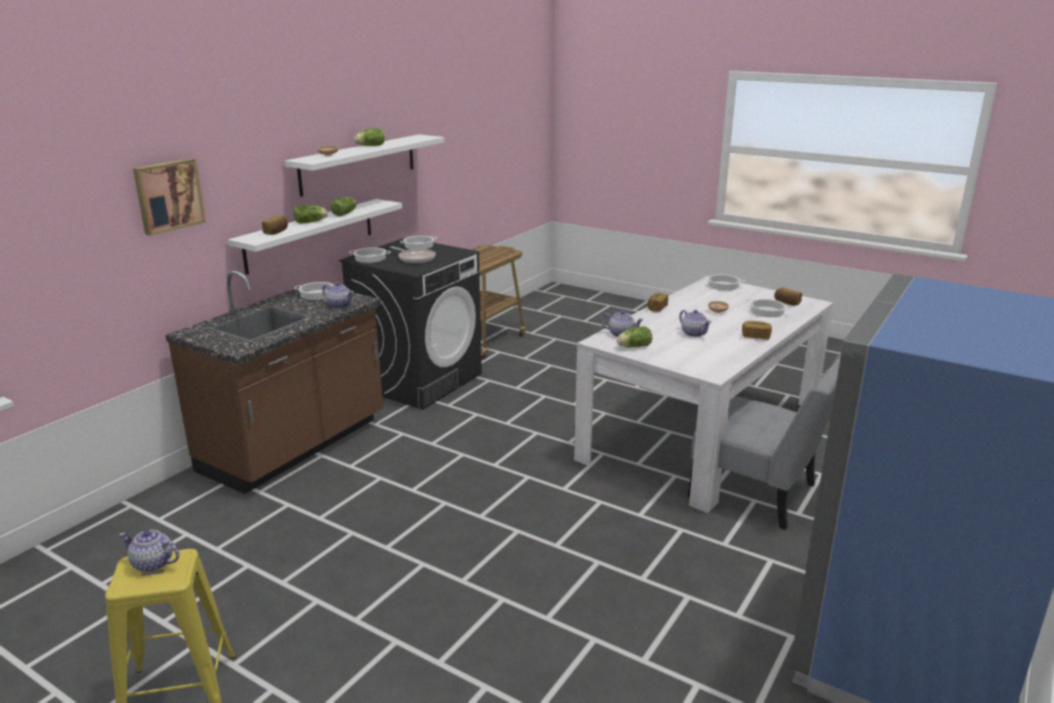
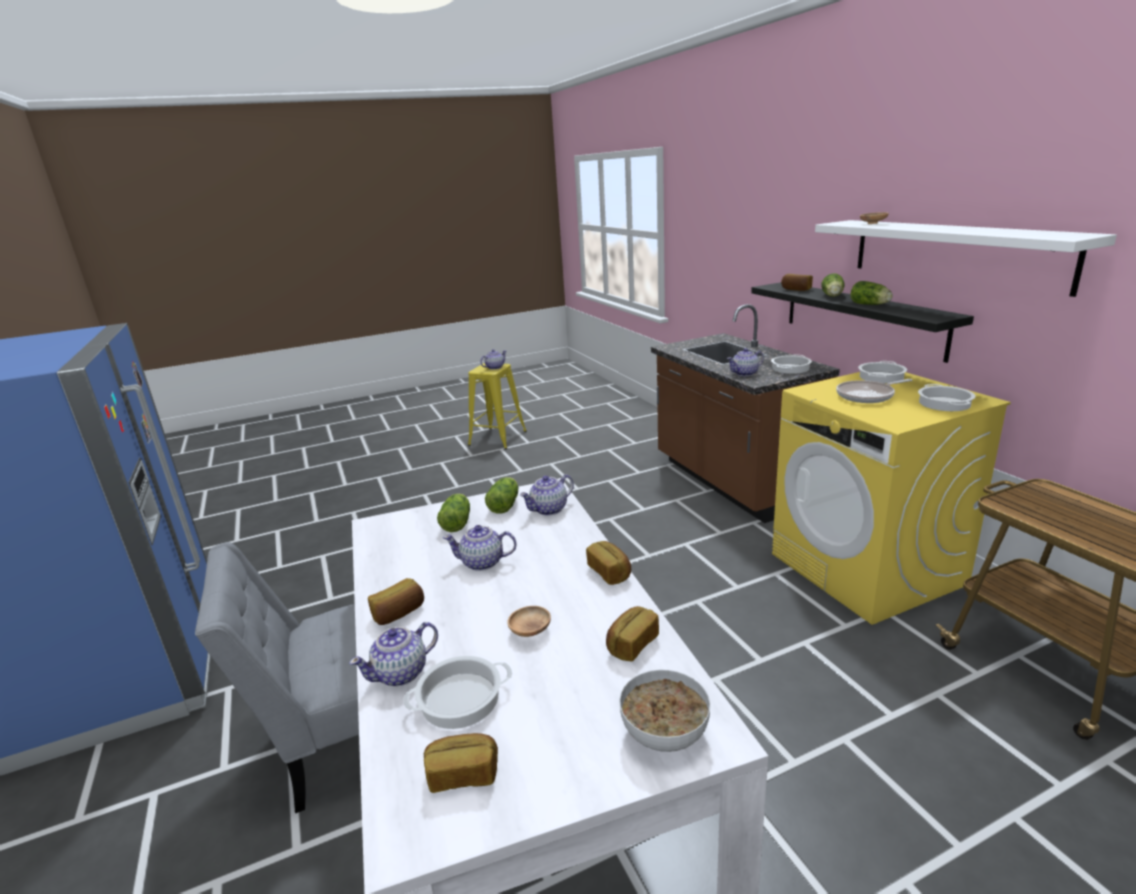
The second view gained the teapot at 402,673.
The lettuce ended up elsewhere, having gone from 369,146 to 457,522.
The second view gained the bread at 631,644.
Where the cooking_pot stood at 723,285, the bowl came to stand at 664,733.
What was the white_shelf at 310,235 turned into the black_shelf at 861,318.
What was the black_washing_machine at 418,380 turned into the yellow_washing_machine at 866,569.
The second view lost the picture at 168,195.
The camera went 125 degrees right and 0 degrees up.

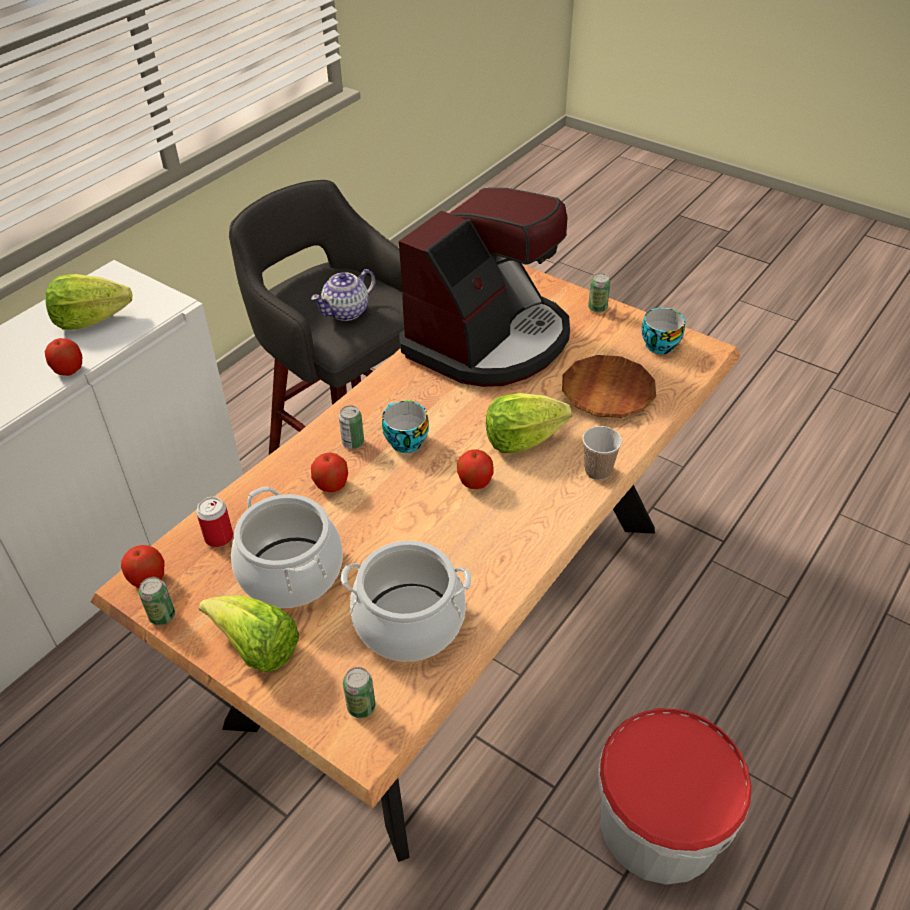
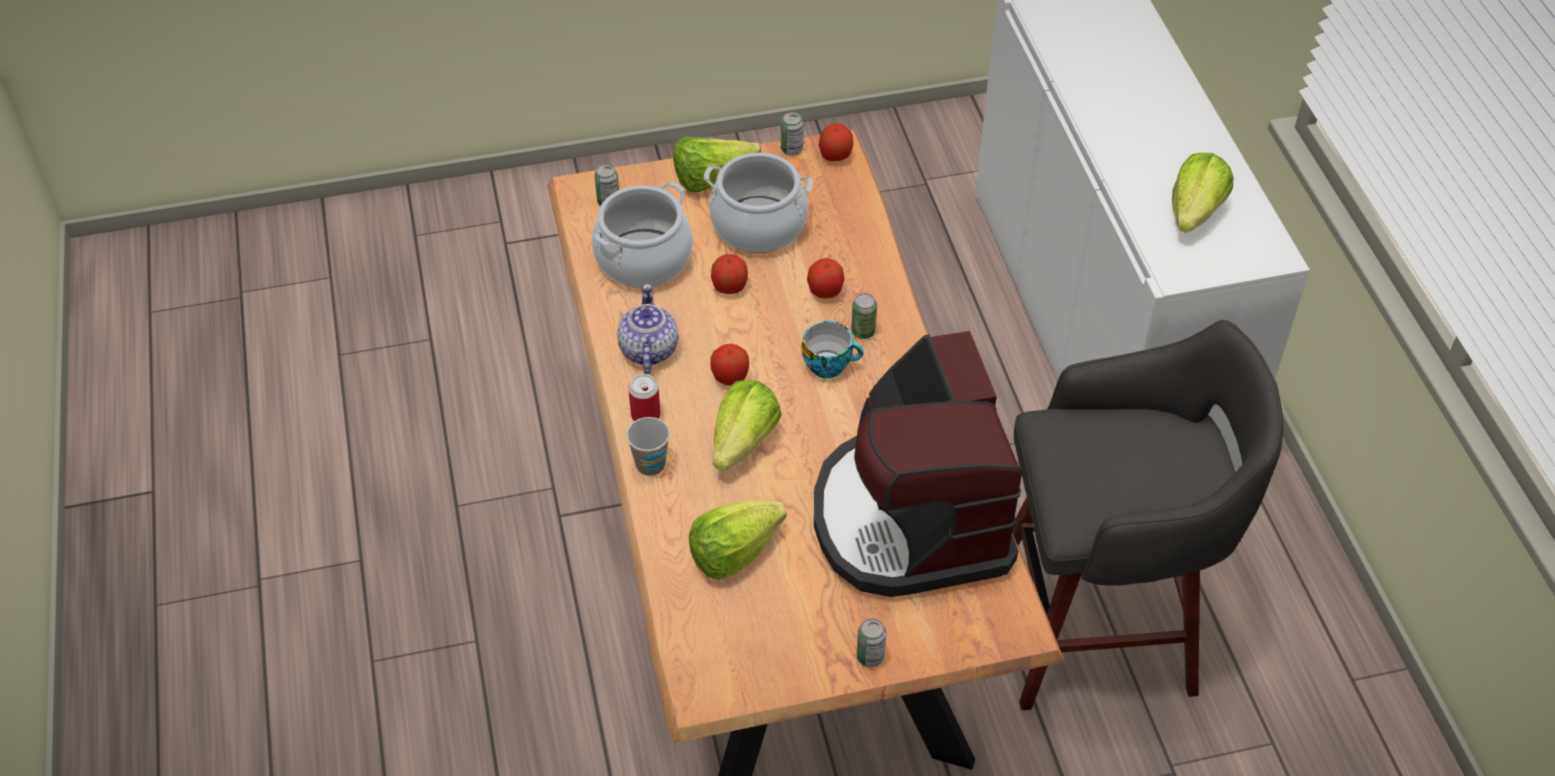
The teapot ended up elsewhere, having gone from 347,311 to 648,351.
The can ended up elsewhere, having gone from 219,537 to 645,415.
Where the brown_plate stood at 607,392, the lettuce came to stand at 734,553.
The apple ended up elsewhere, having gone from 69,370 to 729,287.
The second view lost the bucket at 659,823.
The second view lost the cup at 658,344.
The camera went 130 degrees right and 5 degrees up.

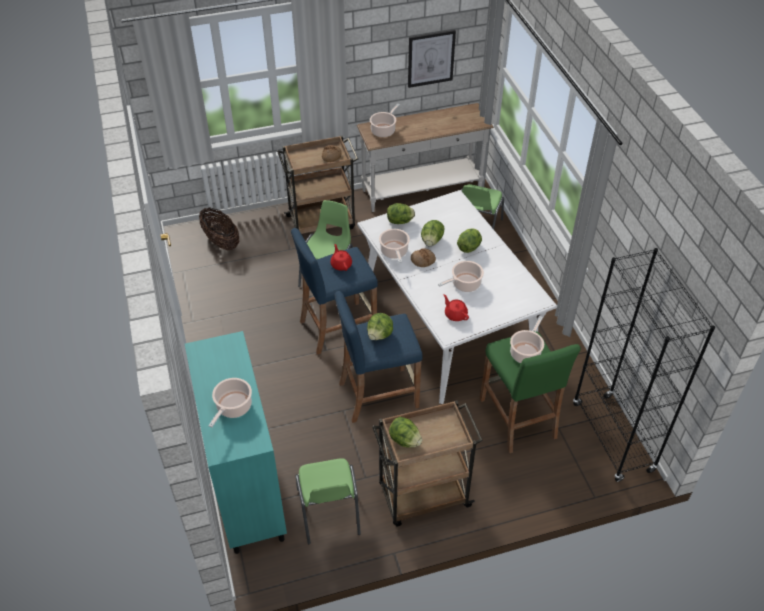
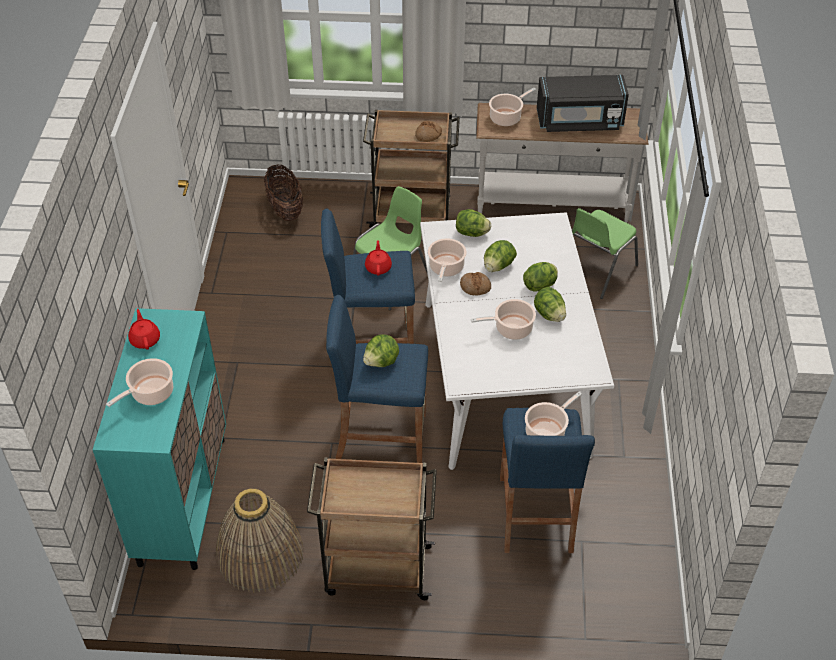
The red_teapot ended up elsewhere, having gone from 455,314 to 145,339.
Where the green_chair stood at 328,512, the basket came to stand at 260,554.
What was the green_stool at 517,418 turned into the blue_stool at 535,514.
The lettuce ended up elsewhere, having gone from 405,440 to 549,314.
The second view gained the black_microwave at 579,121.
The second view lost the picture at 431,58.
The second view lost the black_bookcase at 612,437.
The camera went 20 degrees right and 0 degrees up.

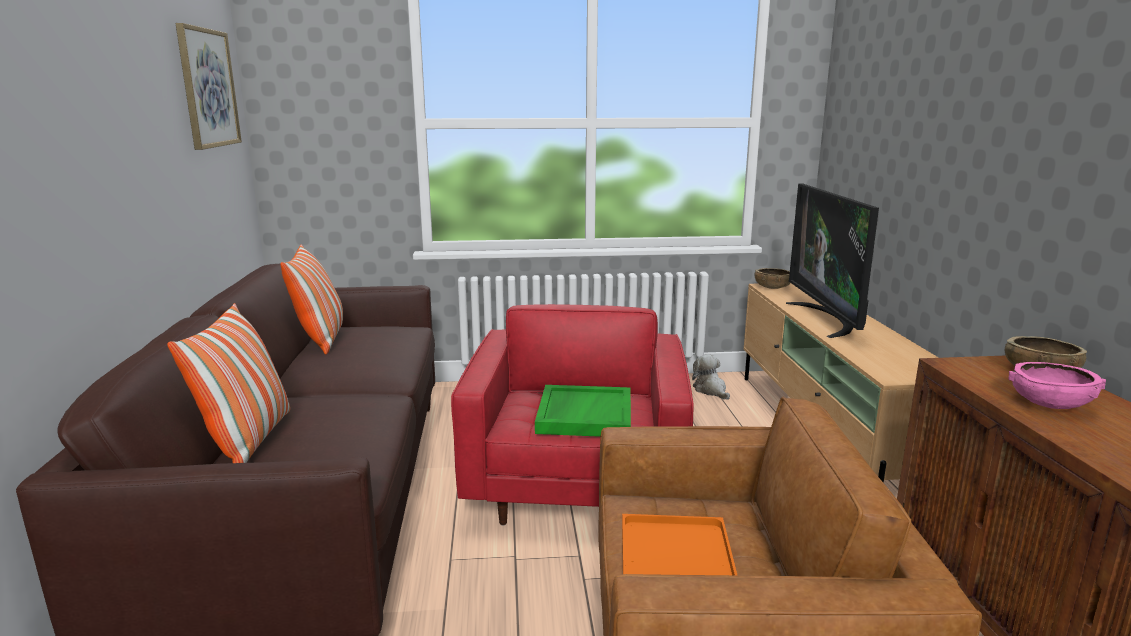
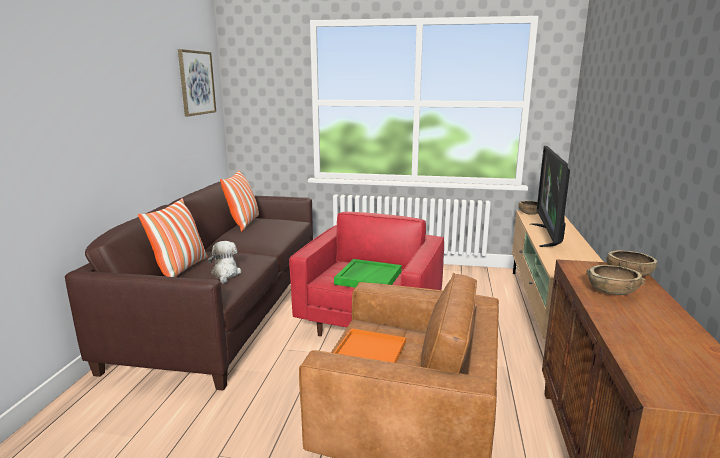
The plush_toy ended up elsewhere, having gone from 711,390 to 225,274.
What was the pink_bowl at 1050,404 turned into the brown_bowl at 612,292.
The camera went 15 degrees right and 0 degrees up.

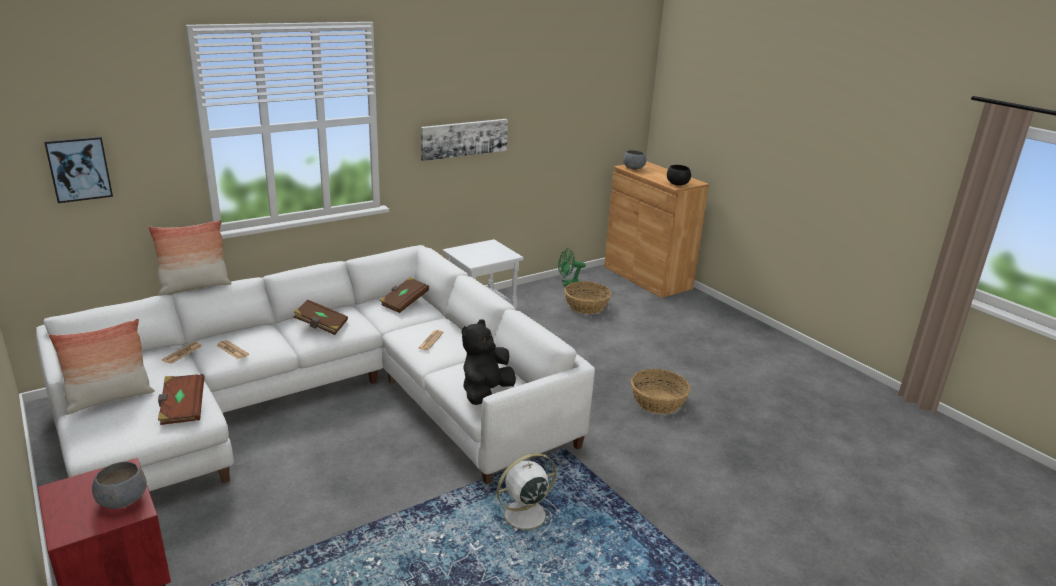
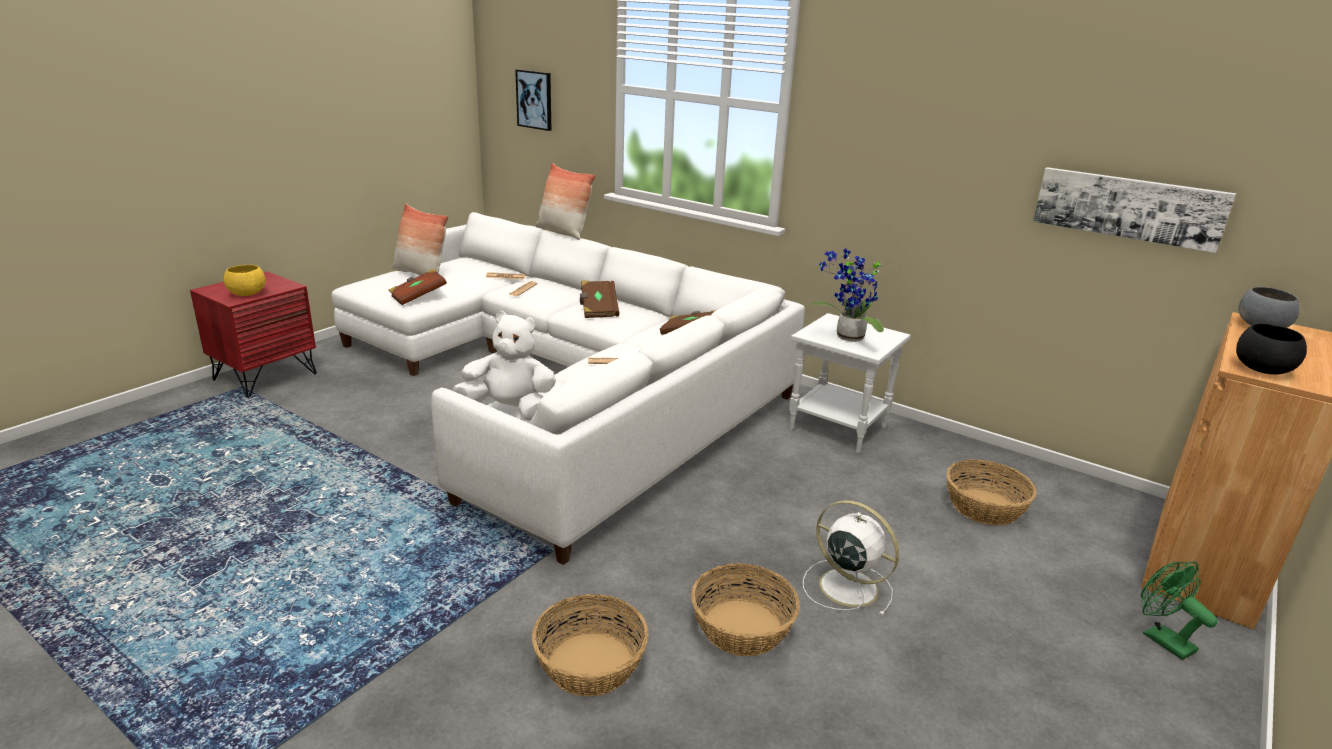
What was the grey_bowl at 122,500 turned into the yellow_bowl at 247,293.
What was the black_plush_toy at 485,393 turned into the white_plush_toy at 510,411.
The second view gained the basket at 590,664.
The white_fan ended up elsewhere, having gone from 523,516 to 845,586.
The second view gained the potted_plant at 846,338.
The picture ended up elsewhere, having gone from 464,138 to 1128,207.
The green_fan ended up elsewhere, having gone from 568,284 to 1161,638.
The camera went 70 degrees right and 0 degrees up.

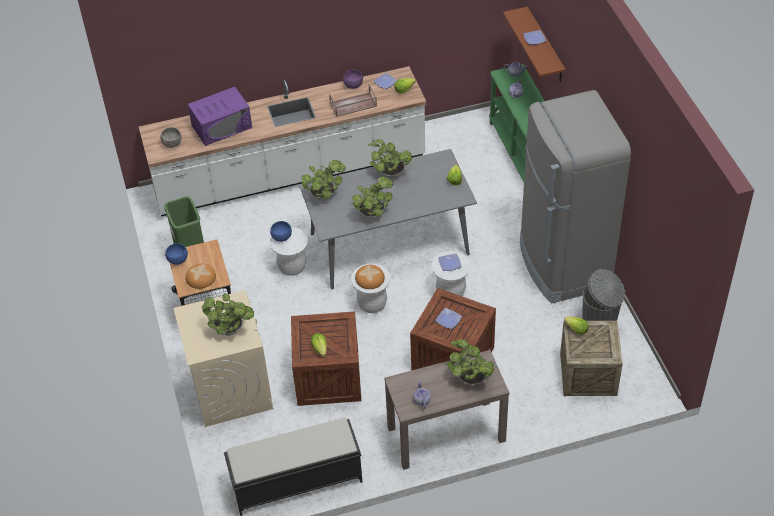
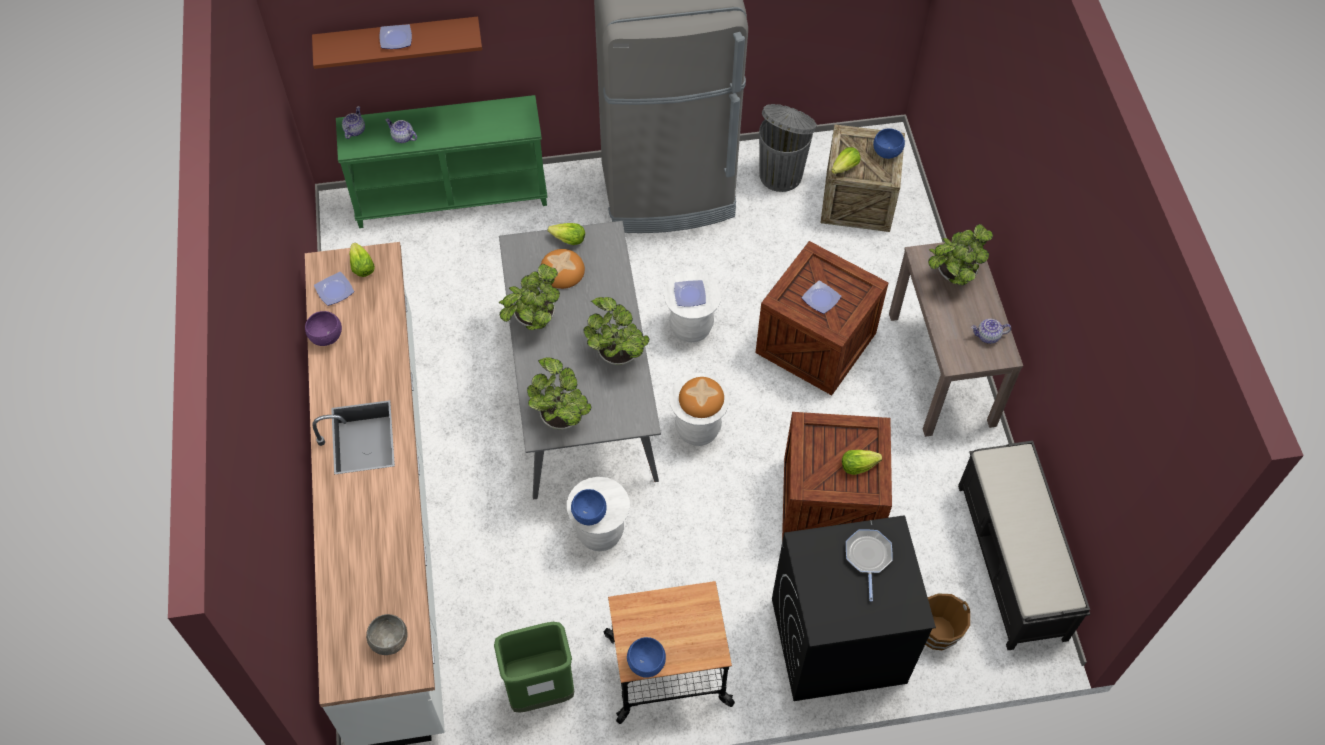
The bread ended up elsewhere, having gone from 200,278 to 562,271.
What was the beige_washing_machine at 231,389 turned into the black_washing_machine at 837,641.
Where the potted_plant stood at 231,330, the frying_pan came to stand at 868,557.
The second view gained the blue_bowl at 887,152.
The second view gained the brown_bucket at 936,631.
The second view lost the purple_microwave at 222,126.
The second view lost the brown_tray at 353,105.
The camera went 85 degrees left and 10 degrees up.

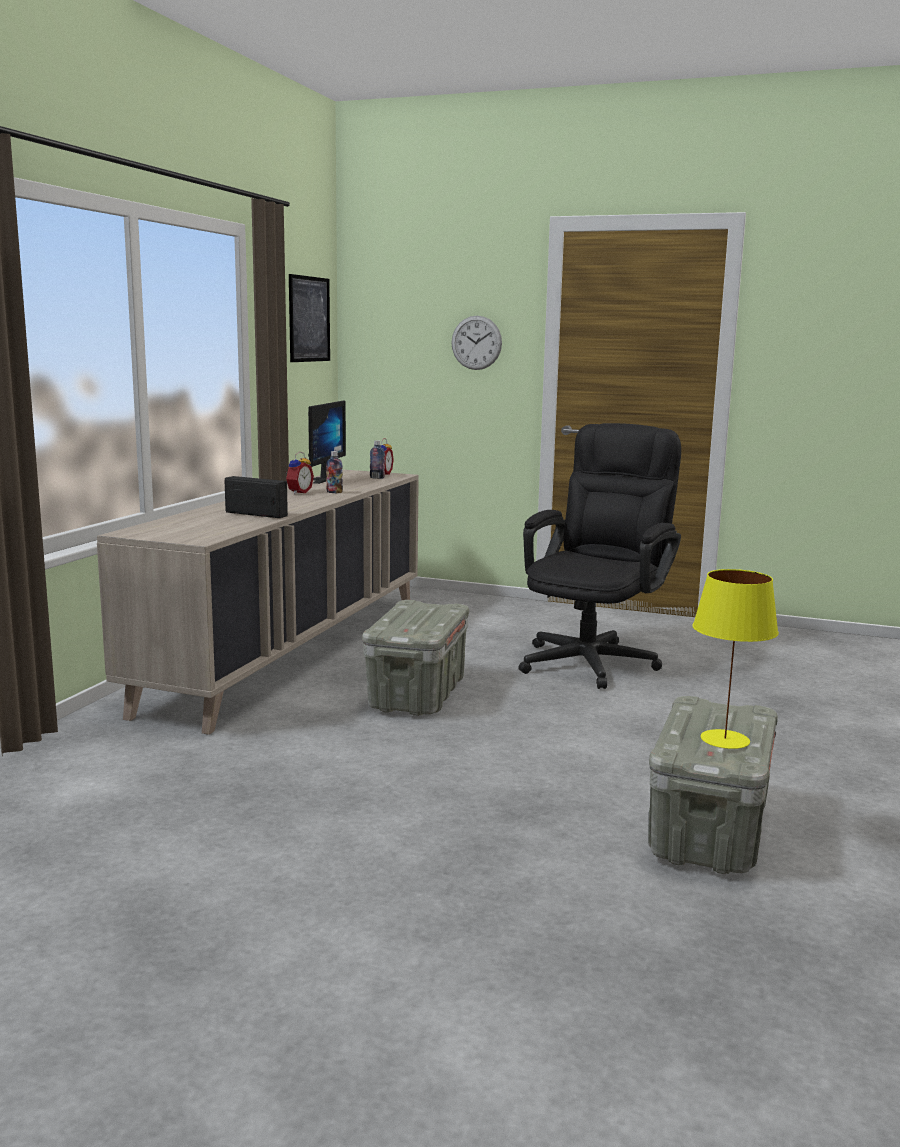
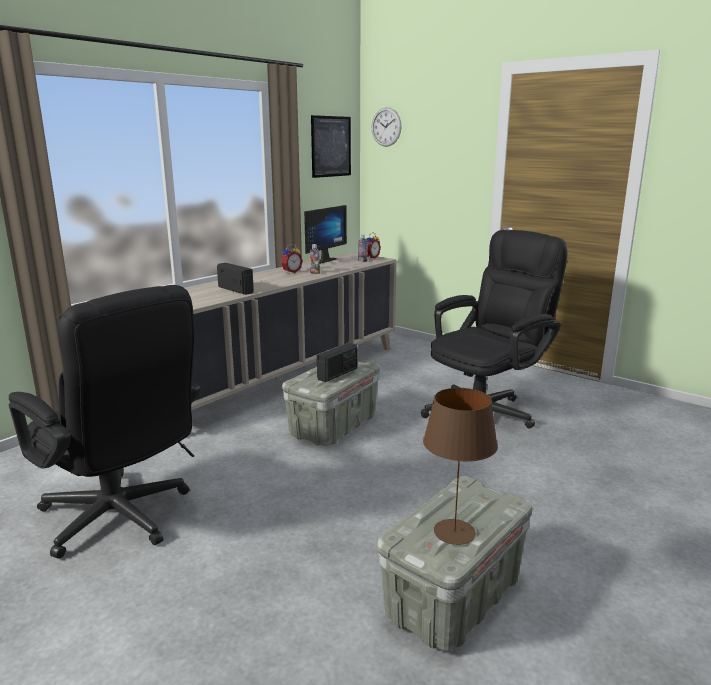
The second view gained the black_office_chair at 122,520.
The second view gained the radio at 338,374.
The wall_clock ended up elsewhere, having gone from 476,342 to 386,127.
What was the yellow_table_lamp at 724,739 turned into the brown_table_lamp at 453,531.
The camera went 20 degrees right and 5 degrees up.

